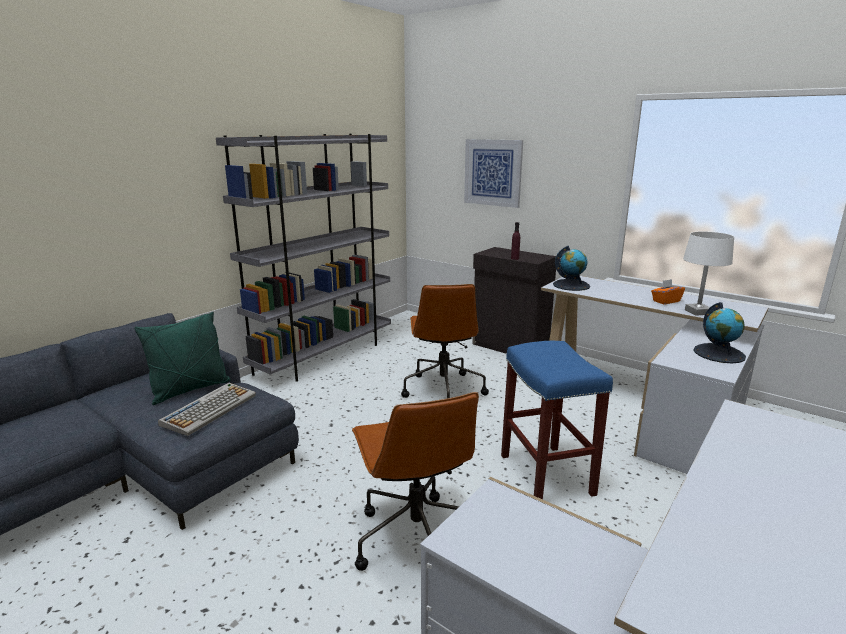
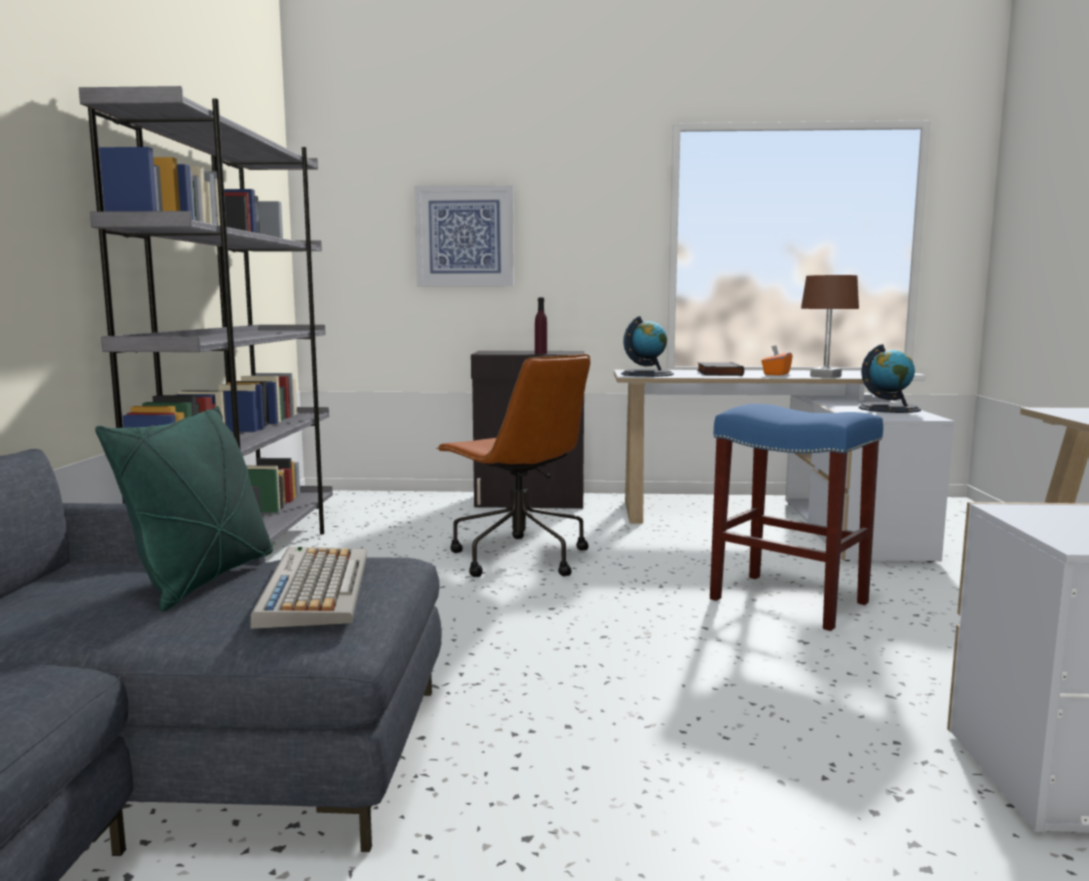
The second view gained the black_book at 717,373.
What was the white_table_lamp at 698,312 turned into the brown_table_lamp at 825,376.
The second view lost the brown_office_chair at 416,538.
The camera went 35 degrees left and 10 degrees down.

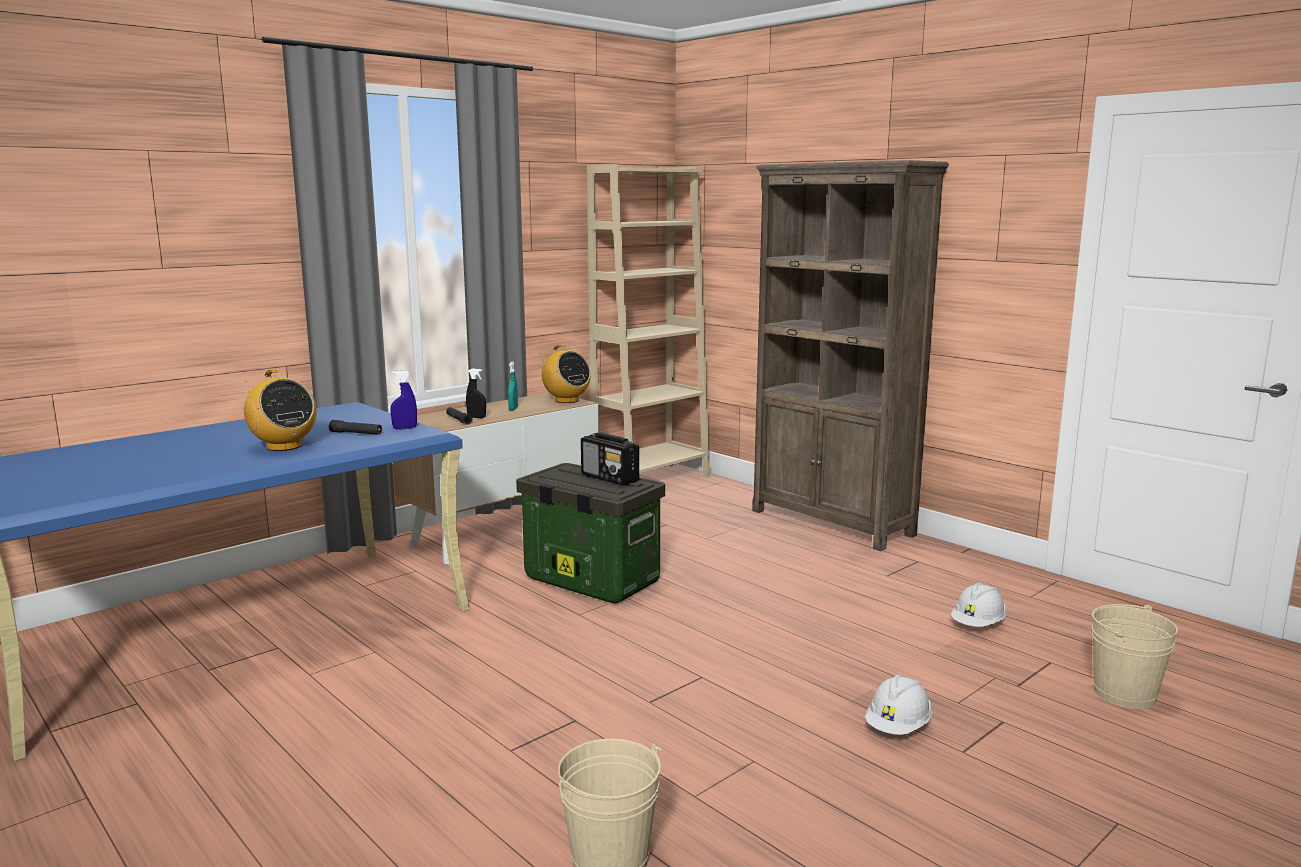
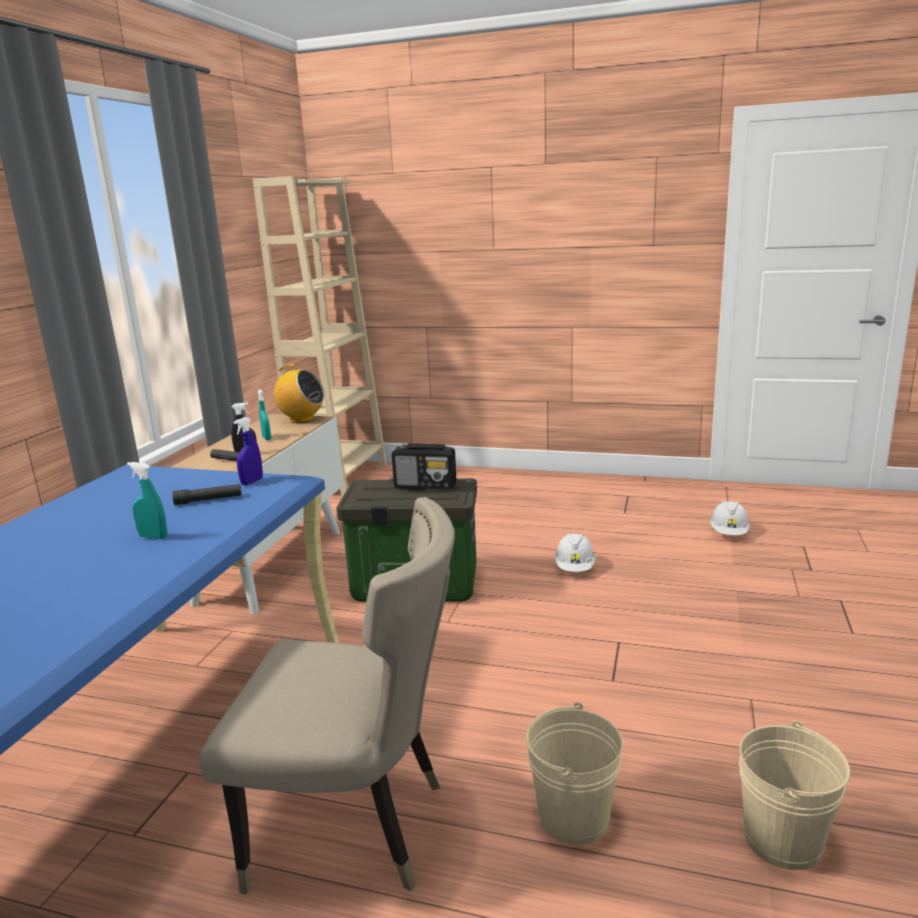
Where the radio stood at 283,446, the turquoise_spray_bottle came to stand at 153,537.
The second view gained the beige_chair at 357,827.
The beige_bucket ended up elsewhere, having gone from 1124,693 to 573,817.
The white_hard_hat ended up elsewhere, having gone from 898,727 to 575,568.
The second view lost the brown_bookcase at 832,523.
The camera went 30 degrees left and 5 degrees up.

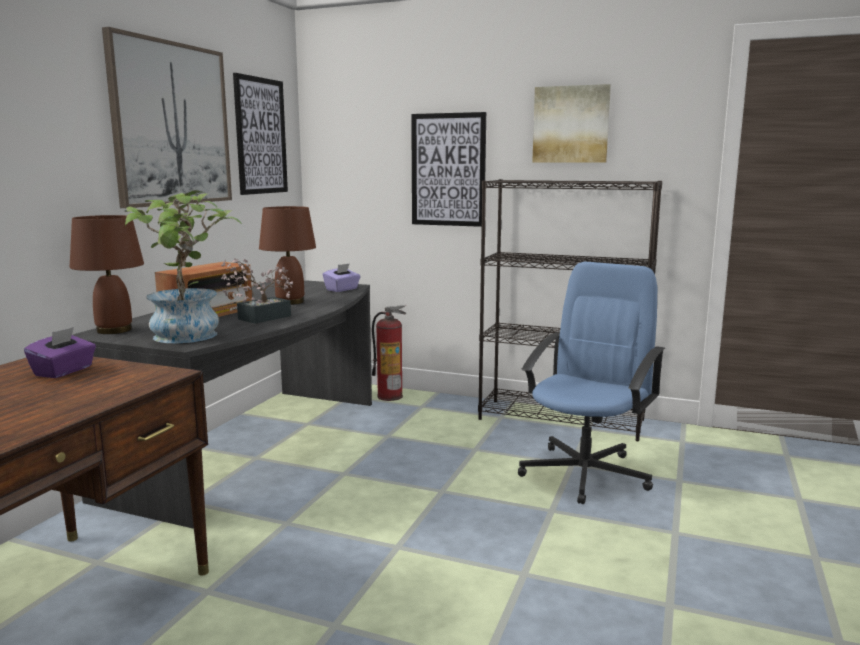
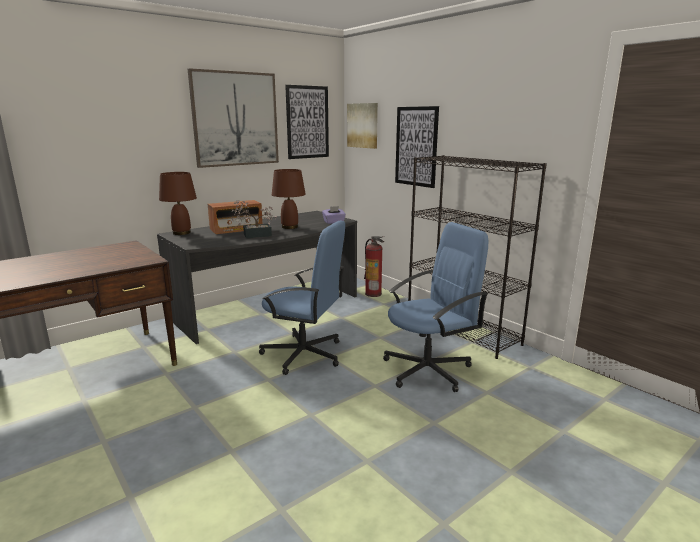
The second view gained the blue_office_chair at 304,354.
The picture ended up elsewhere, having gone from 571,124 to 363,125.
The second view lost the purple_tissue_box at 64,371.
The second view lost the potted_plant at 189,337.
The camera went 30 degrees right and 5 degrees up.

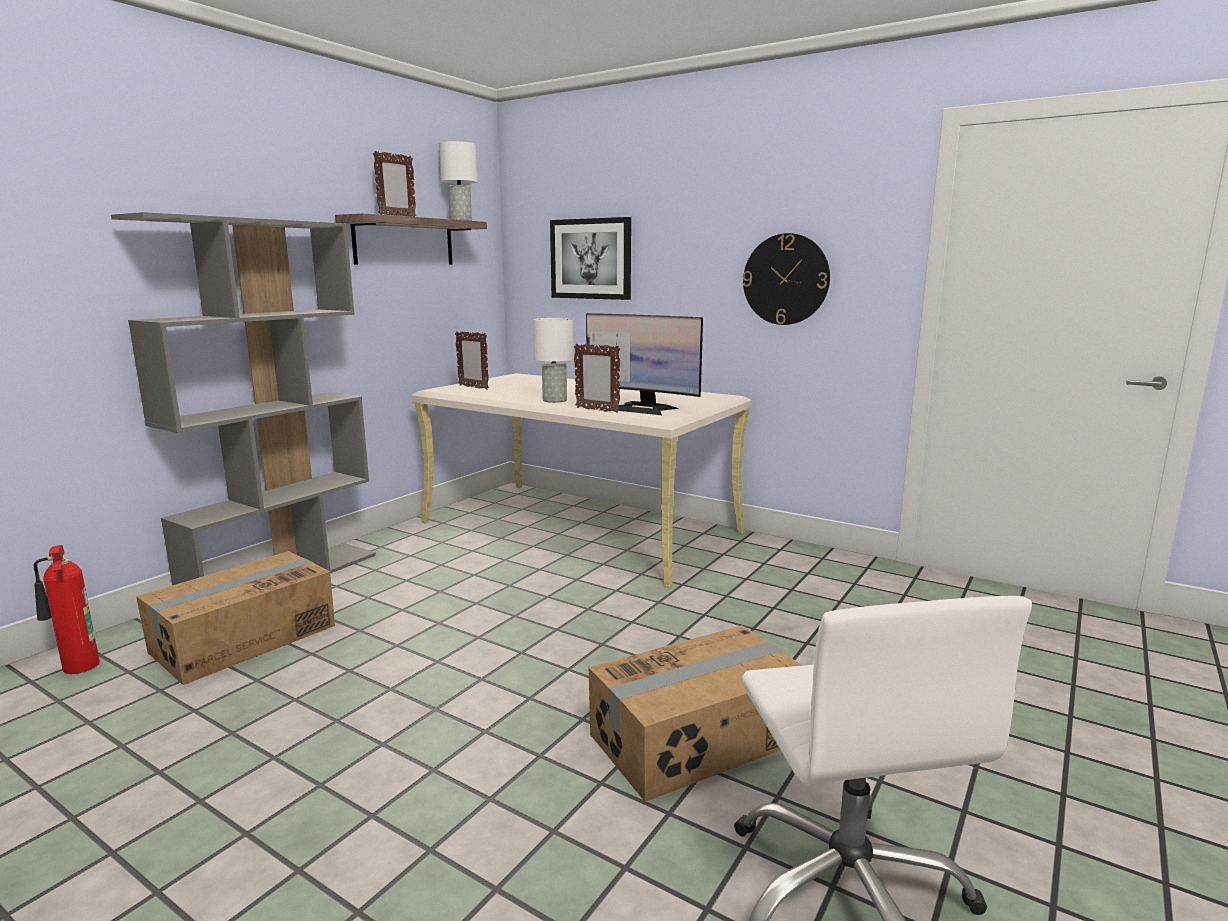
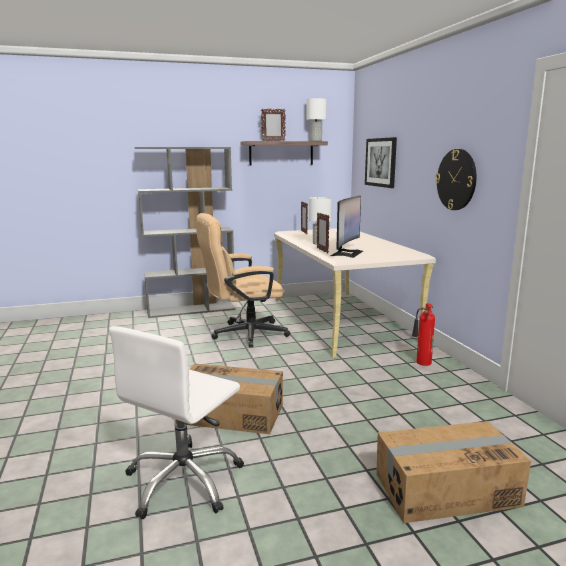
The second view gained the beige_office_chair at 242,334.
The monitor at 642,408 ended up facing another way, 135 degrees counterclockwise from before.
The cardboard_box ended up elsewhere, having gone from 243,638 to 445,489.
The fire_extinguisher ended up elsewhere, having gone from 77,668 to 422,363.
The camera went 40 degrees right and 0 degrees up.

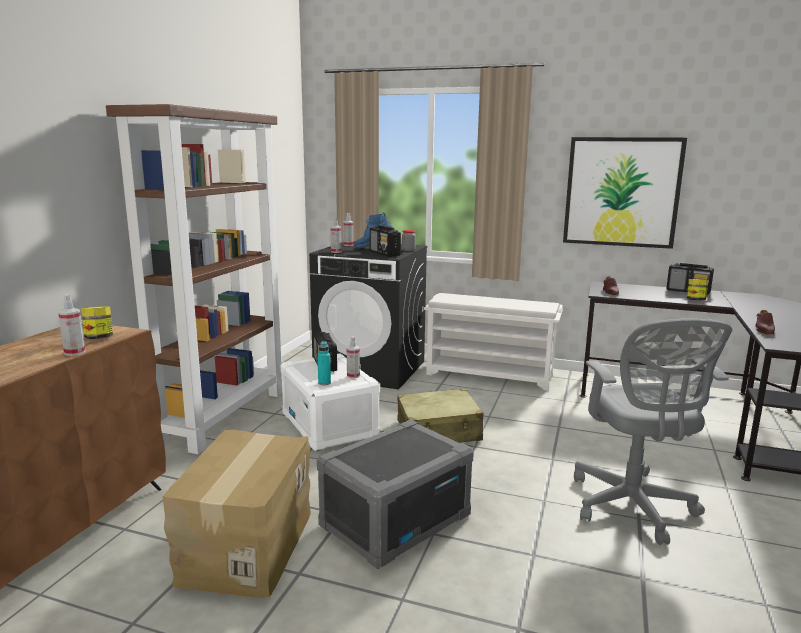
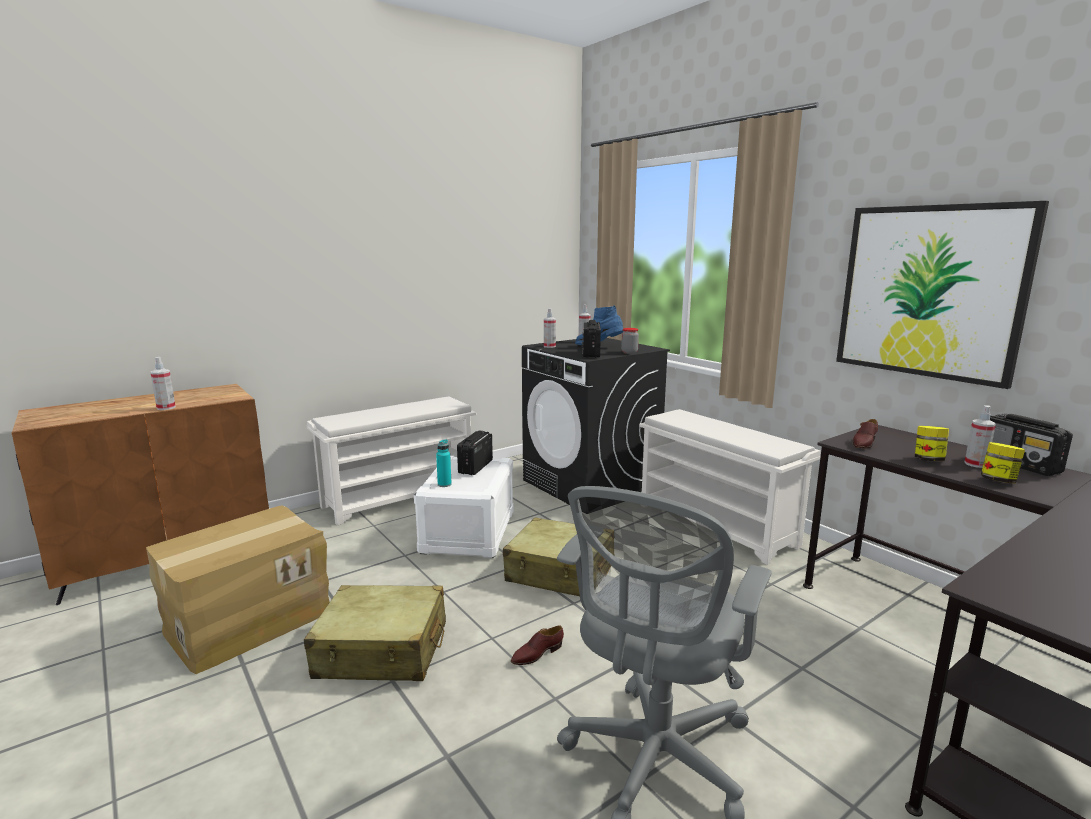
Where the grey_storage_box stood at 395,520, the beige_suitcase came to stand at 382,650.
Where the brown_bookcase stood at 223,415, the white_shoe_rack came to stand at 400,497.
The brown_shoe ended up elsewhere, having gone from 763,330 to 537,654.
The jar ended up elsewhere, having gone from 99,338 to 928,460.
The spray_bottle ended up elsewhere, having gone from 353,376 to 975,464.
The camera went 35 degrees right and 0 degrees up.

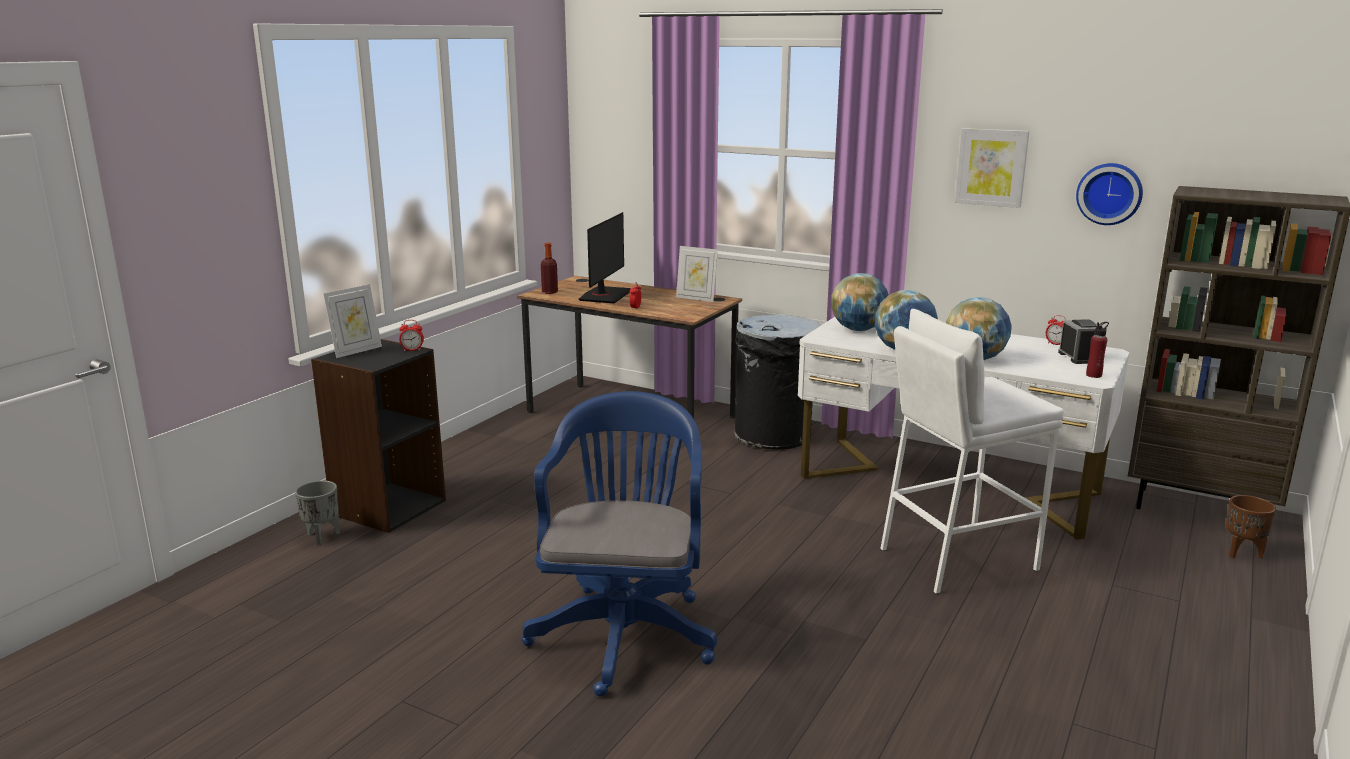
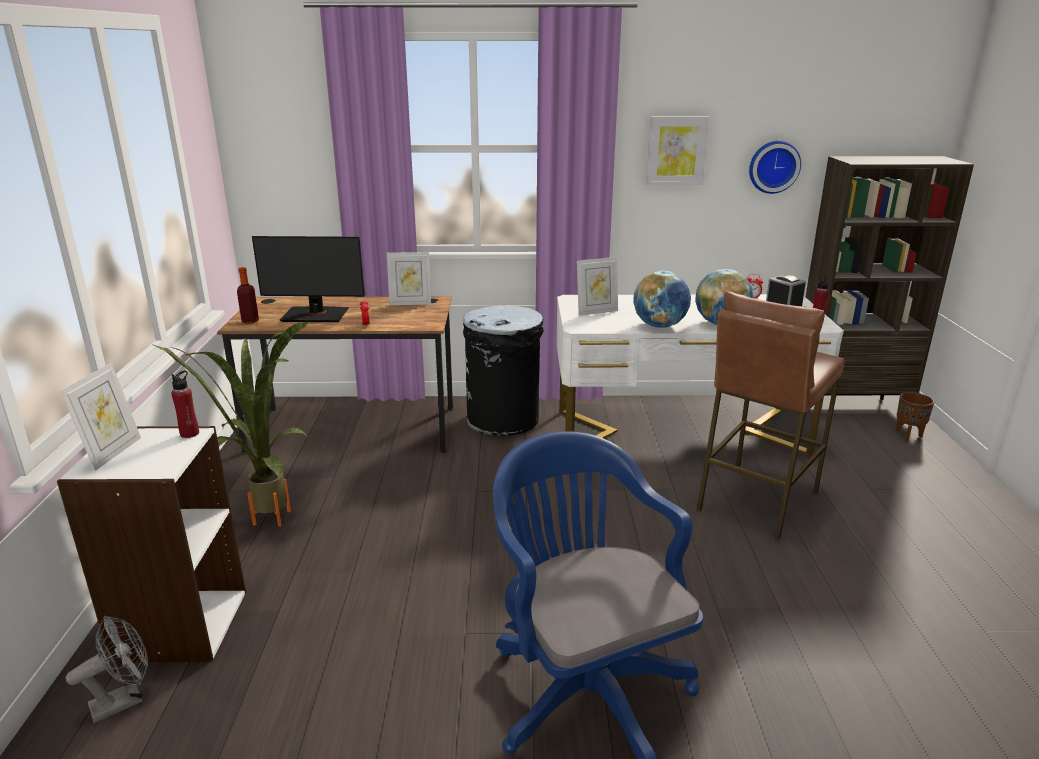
What was the black_bookcase at 388,507 turned into the white_bookcase at 180,624.
Where the grey_planter stood at 321,537, the grey_fan came to stand at 125,700.
The second view gained the potted_plant at 264,524.
Where the alarm_clock stood at 412,350, the red_bottle came to stand at 190,433.
The monitor at 605,295 ended up facing another way, 105 degrees clockwise from before.
Where the globe stood at 858,330, the picture_frame came to stand at 596,312.
What was the white_stool at 956,558 turned into the brown_stool at 756,500.
The camera went 30 degrees left and 5 degrees up.

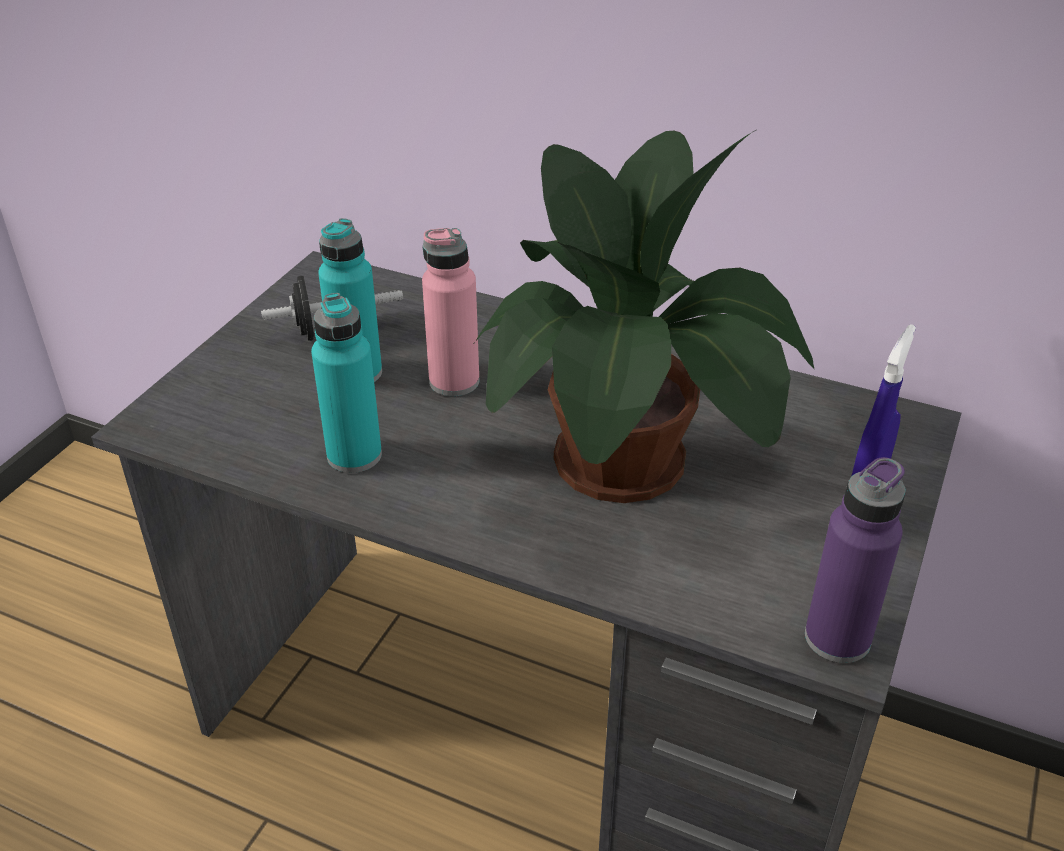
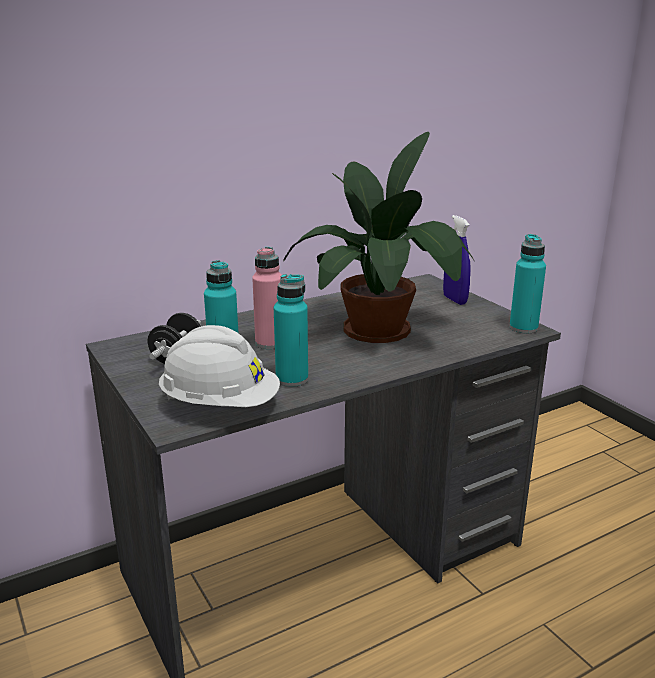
The second view gained the white_hard_hat at 220,405.
What was the purple_bottle at 837,638 turned into the turquoise_bottle at 523,328.
The camera went 55 degrees left and 15 degrees down.

